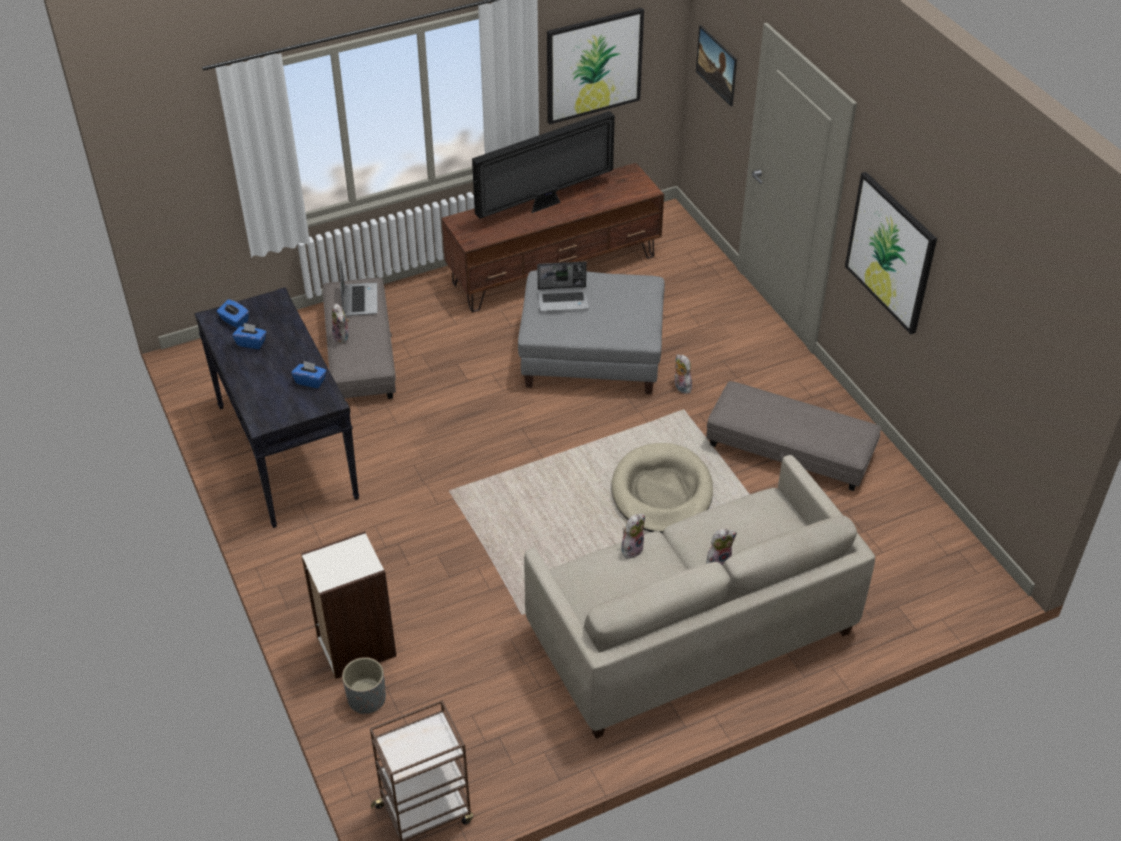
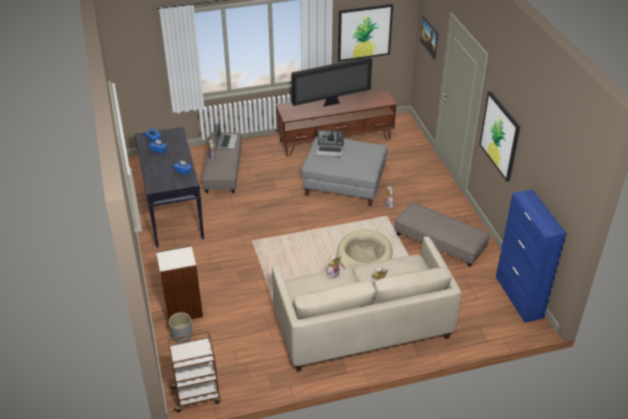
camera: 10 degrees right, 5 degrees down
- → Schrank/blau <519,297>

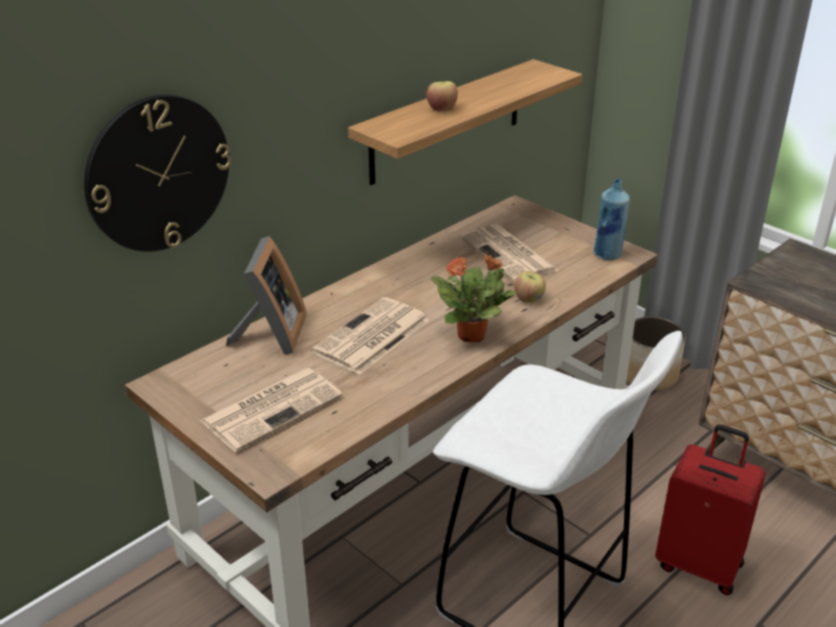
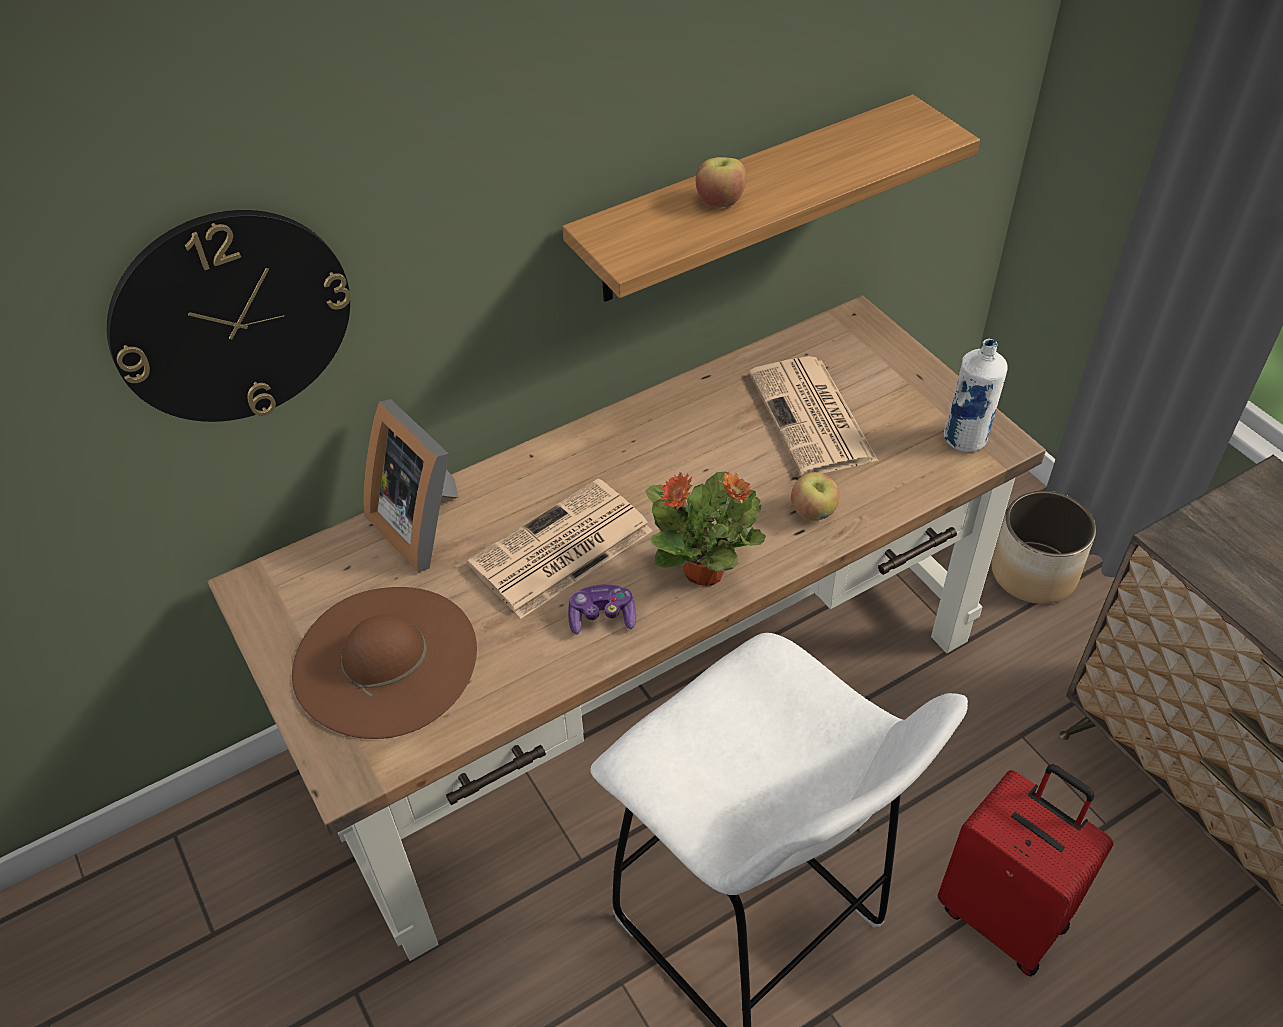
camera: 15 degrees right, 15 degrees up
Zeitung <273,408> → Hut/braun <385,660>
Bilderrahmen <271,335> → Bilderrahmen <423,523>, 120 degrees clockwise
- → Gamepad <602,617>
Flasche/blau <607,254> → Flasche/weiß <965,439>

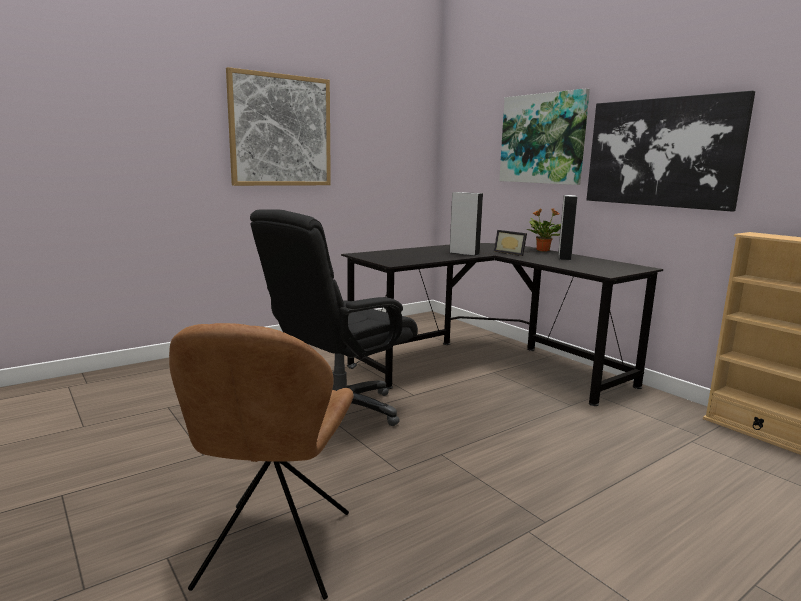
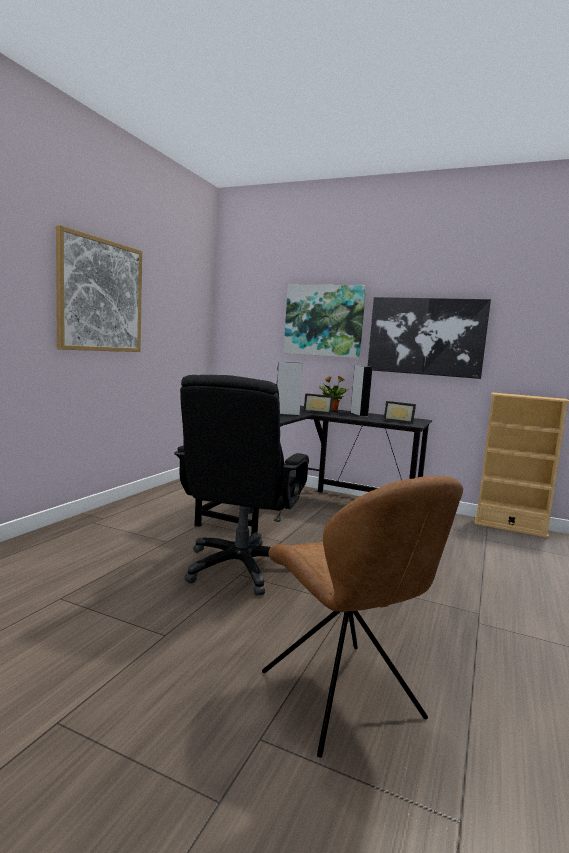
camera: 30 degrees left, 5 degrees down
- → Bilderrahmen <399,421>

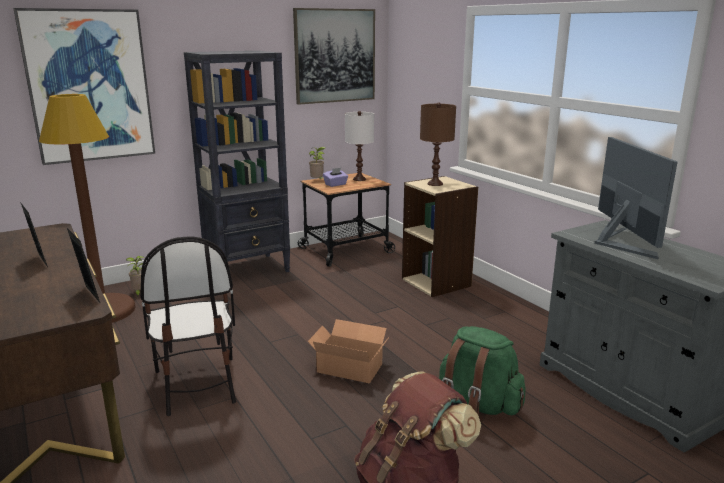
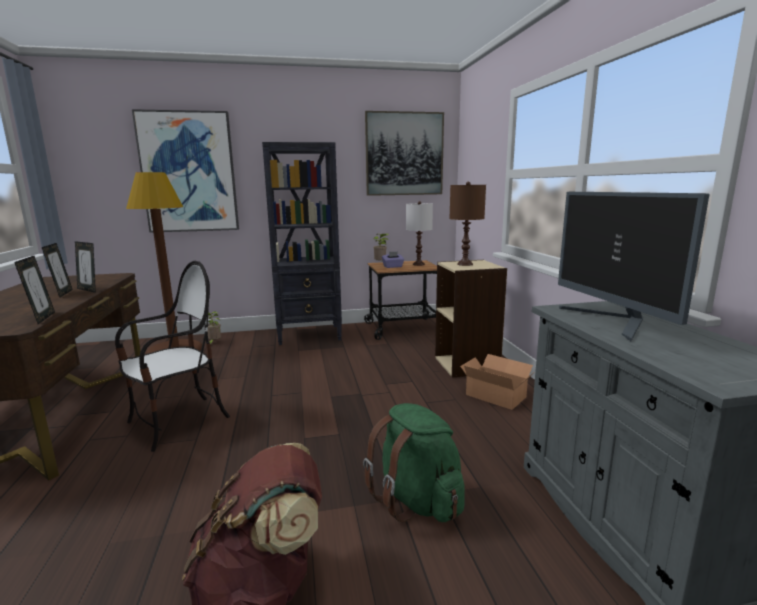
camera: 20 degrees right, 5 degrees down
- → Bilderrahmen <89,290>
Stuhl <197,385> → Stuhl <178,422>, 135 degrees counterclockwise
Karton <349,366> → Karton <495,395>, shifted
Monitor <620,243> → Monitor <613,322>, 150 degrees clockwise

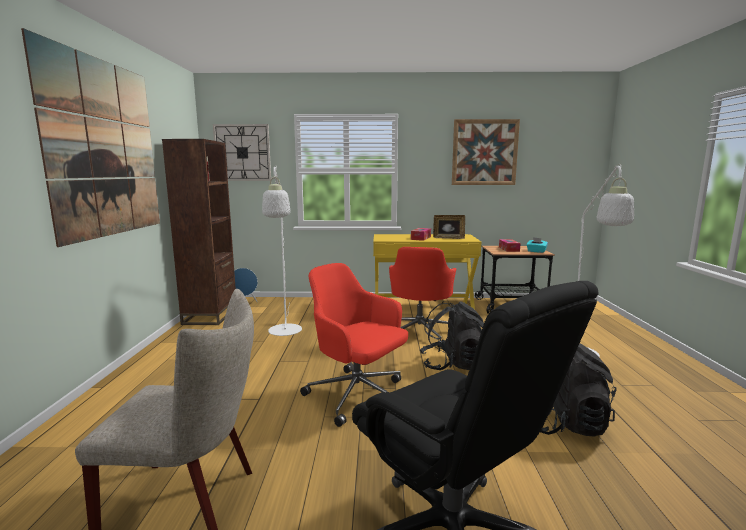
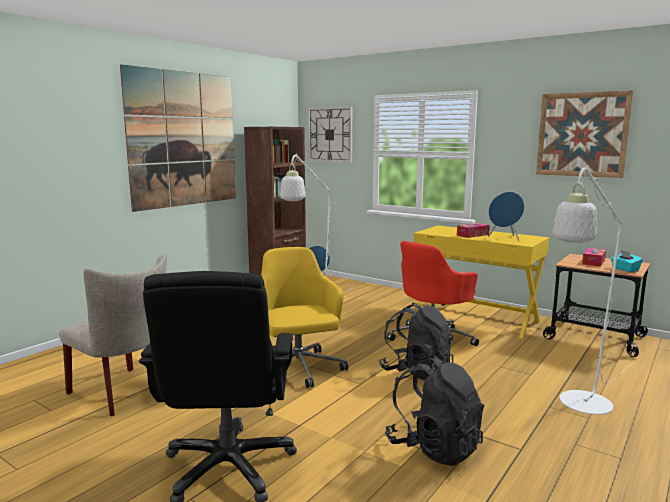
camera: 35 degrees right, 0 degrees up
Bürostuhl/rot <357,395> → Bürostuhl/gelb <298,370>
Bilderrahmen <448,238> → Lautsprecher/blau <505,238>

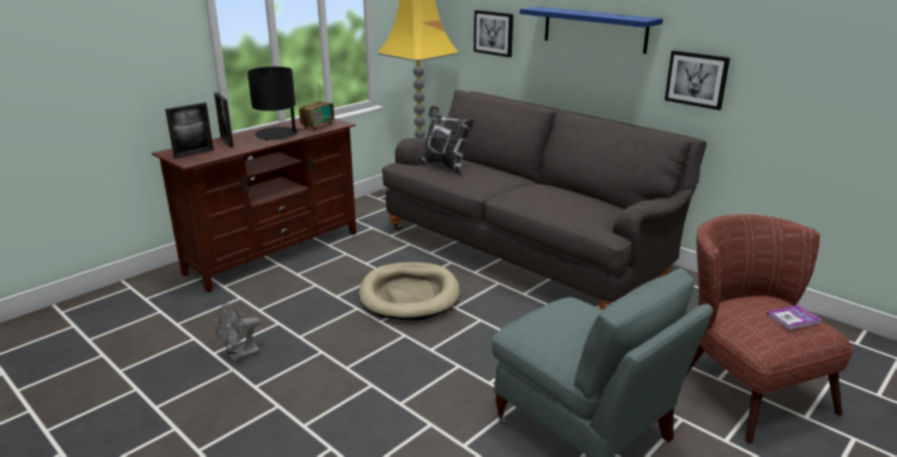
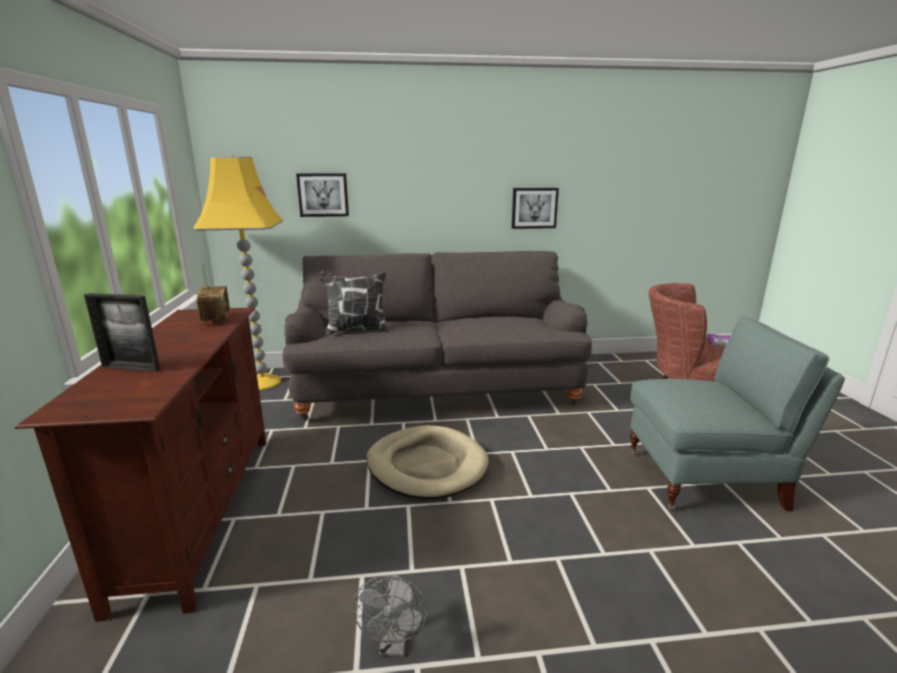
camera: 50 degrees left, 5 degrees down
Bilderrahmen <194,154> → -
Tischlampe/schwarz <277,134> → -
Wandregal/blau <594,29> → -

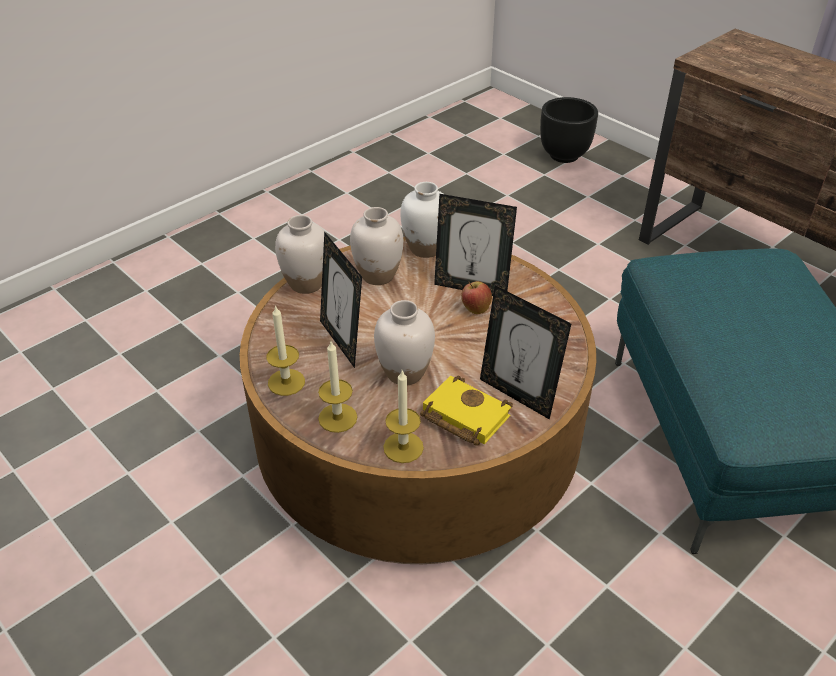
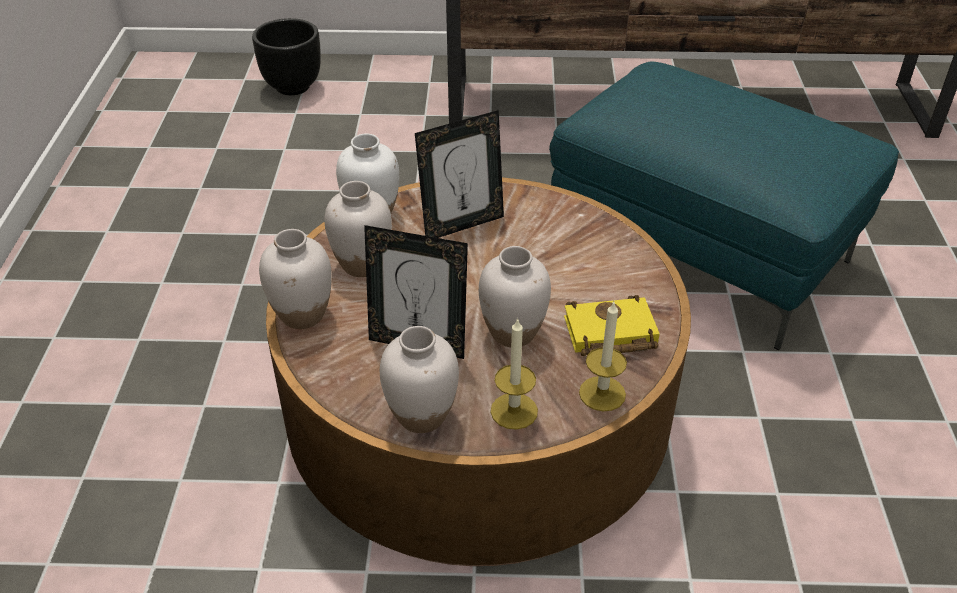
camera: 45 degrees left, 0 degrees up
Kerze <286,382> → Vase/weiß <421,415>
Apfel <475,309> → -
Bilderrahmen <518,395> → -

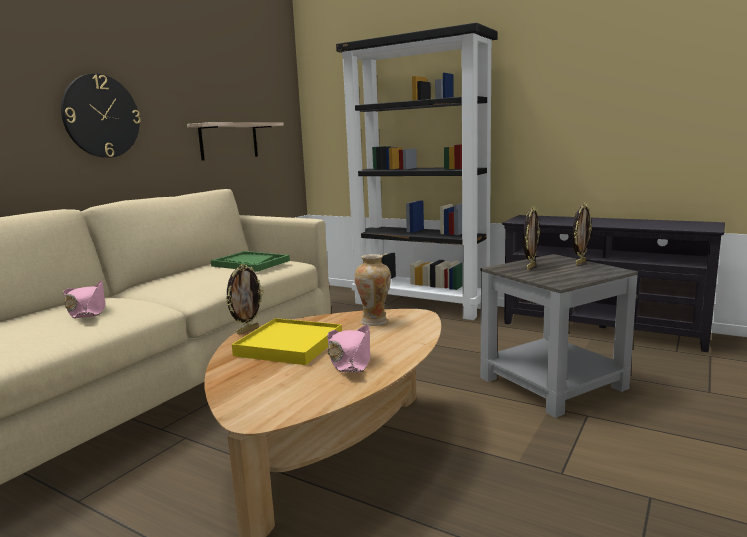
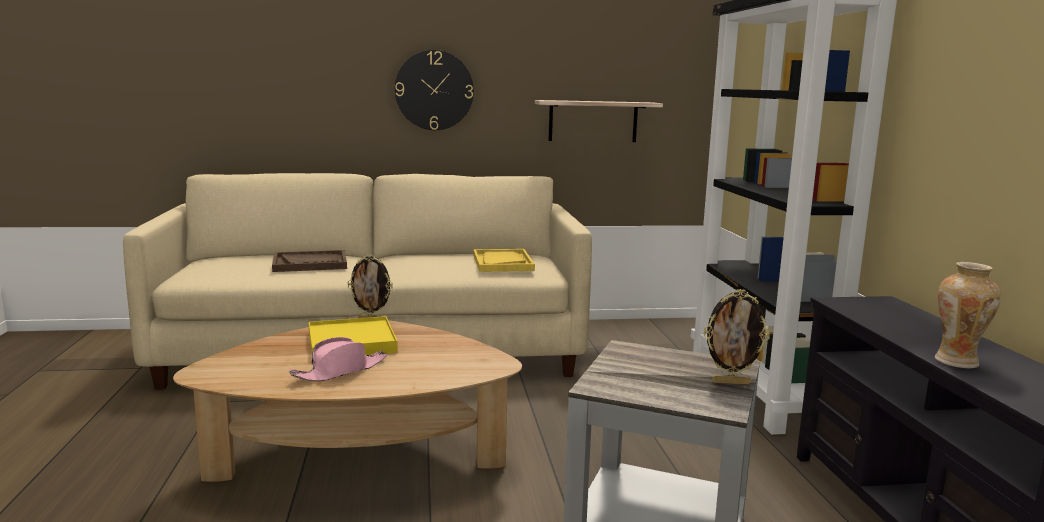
camera: 50 degrees right, 0 degrees up
Hut/rosa <87,311> → Tablett/braun <310,263>
Tablett/grün <250,263> → Tablett/gelb <502,263>
Vase <374,321> → Vase <957,362>, shifted
Bilderrahmen <530,267> → -

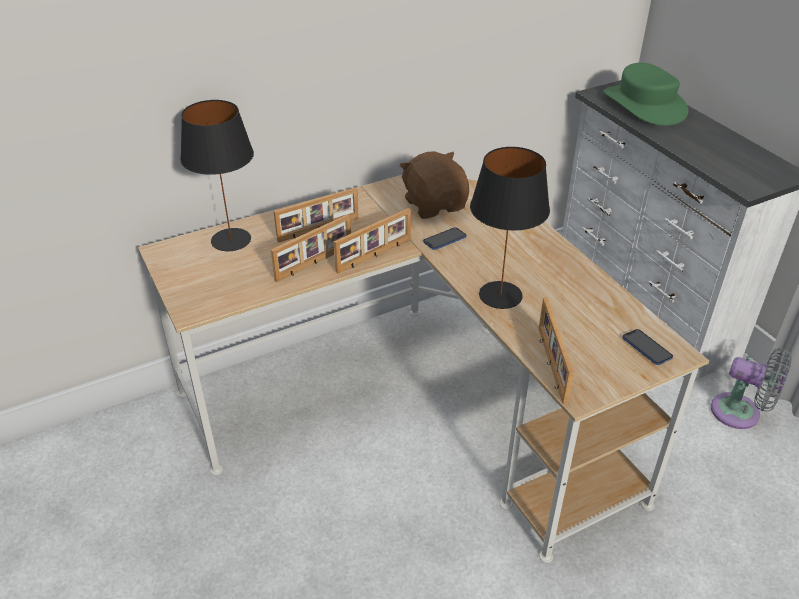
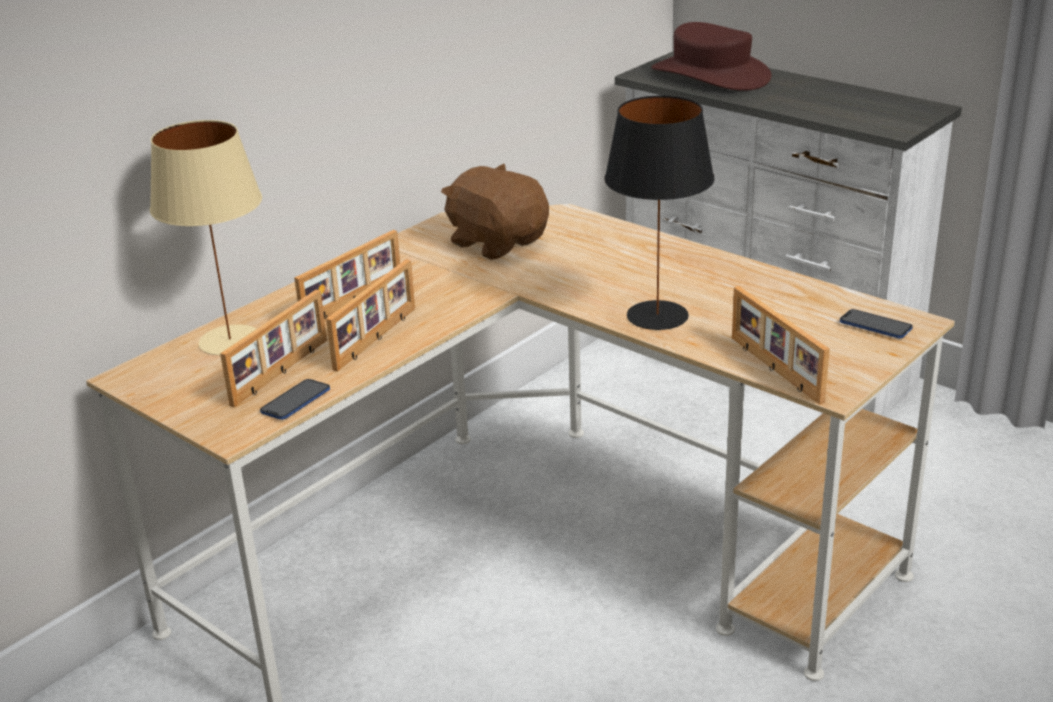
camera: 20 degrees left, 10 degrees down
Tischlampe/schwarz <231,239> → Tischlampe/beige <230,340>
Bilderrahmen <375,256> → Bilderrahmen <282,372>, shifted
Handy <444,239> → Handy <295,401>, shifted
Hut/grün <644,105> → Hut/braun <711,74>
Ventilator/grau <740,413> → -

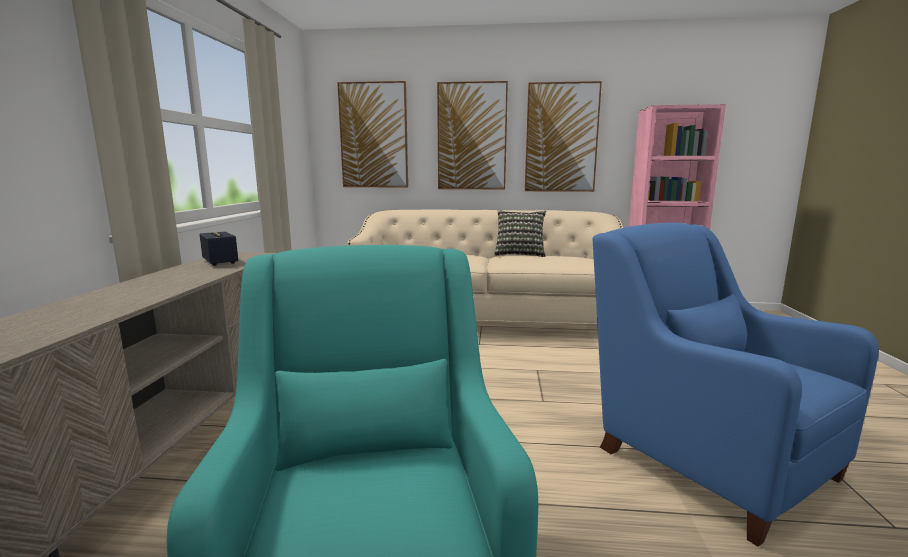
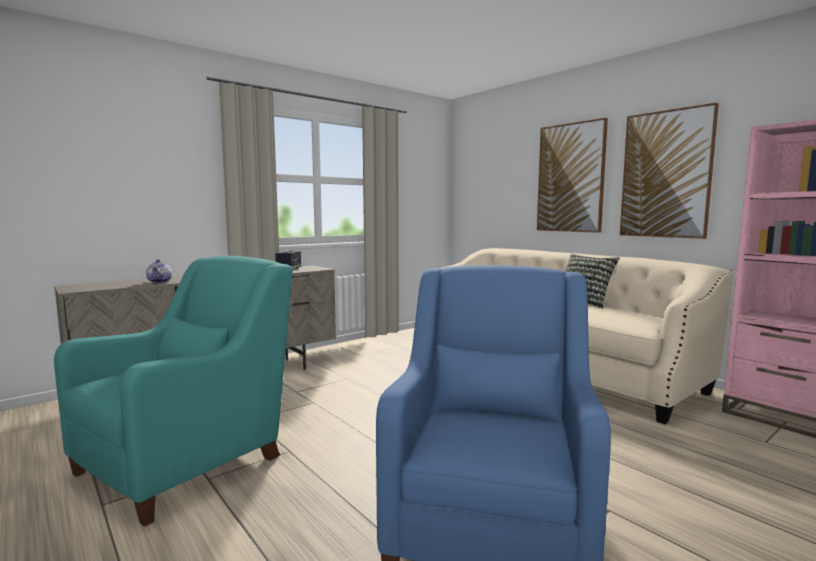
camera: 45 degrees right, 5 degrees down
- → Teekanne <160,281>
Bild <374,136> → -

